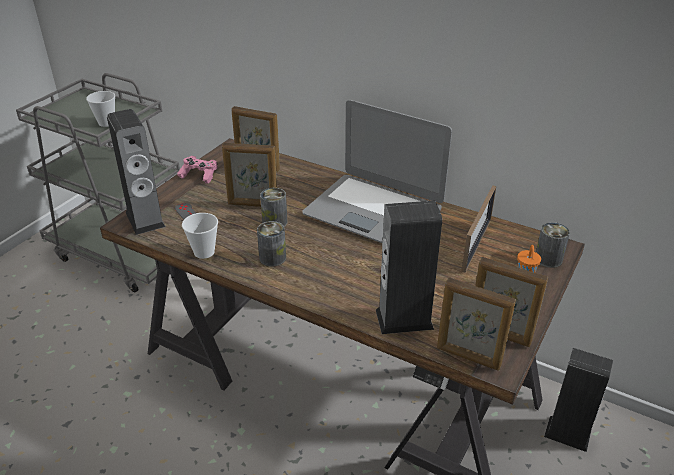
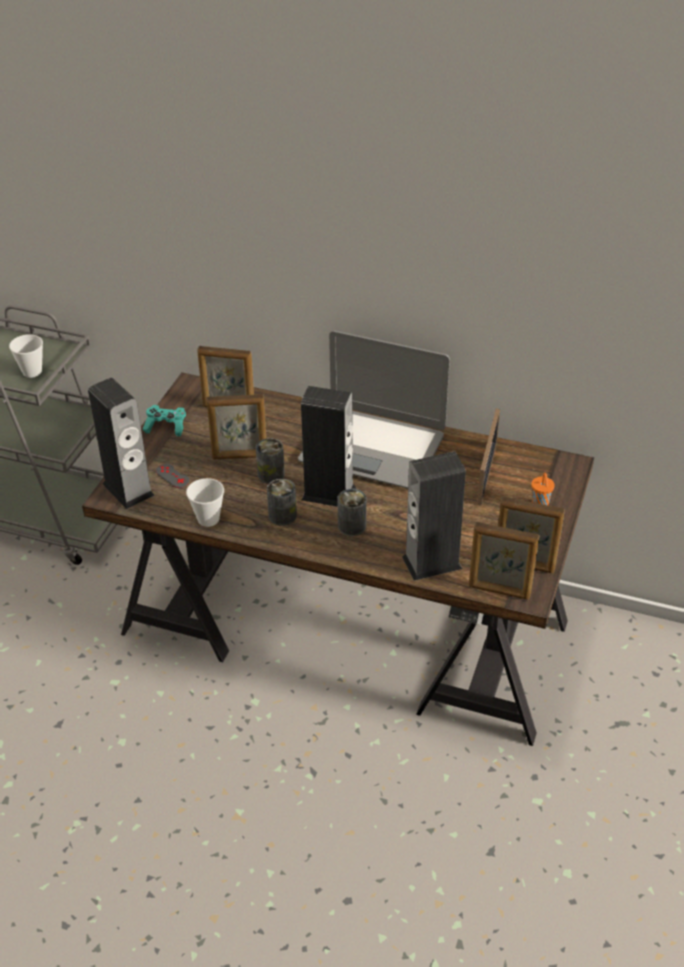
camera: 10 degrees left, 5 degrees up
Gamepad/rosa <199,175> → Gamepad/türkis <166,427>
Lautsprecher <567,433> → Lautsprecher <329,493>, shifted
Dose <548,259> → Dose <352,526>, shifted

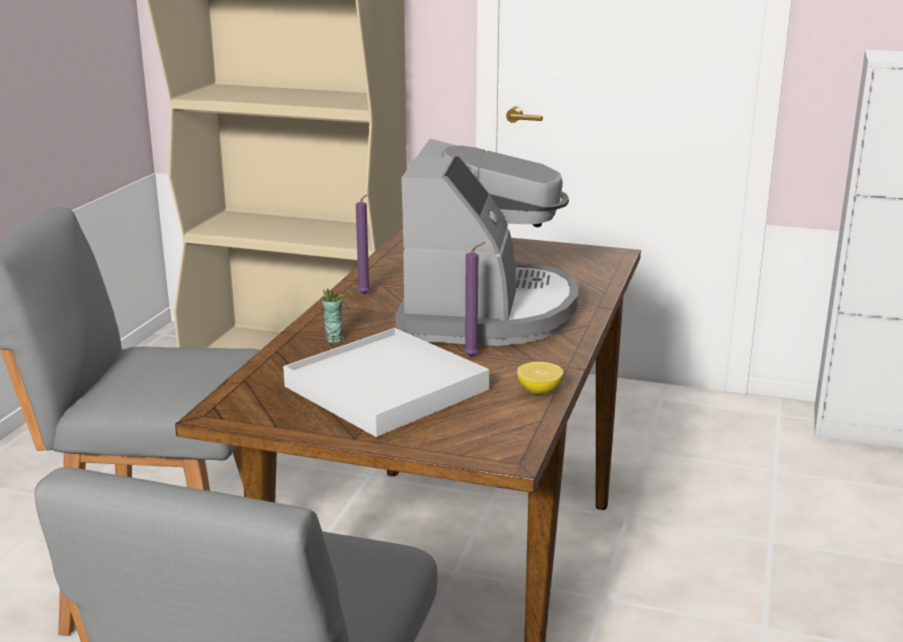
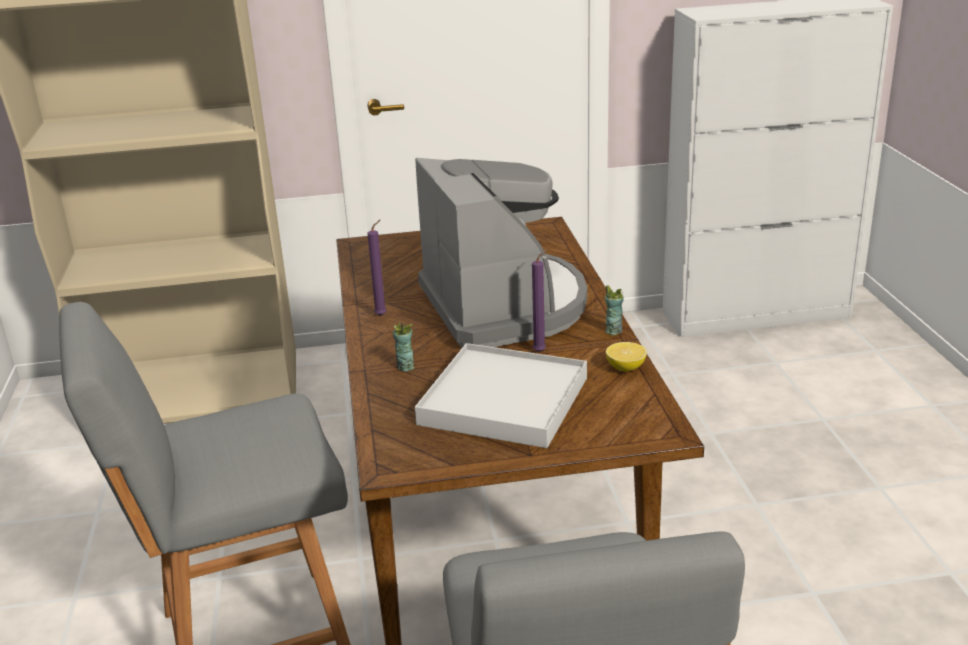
camera: 25 degrees left, 5 degrees up
- → Tasse <613,331>

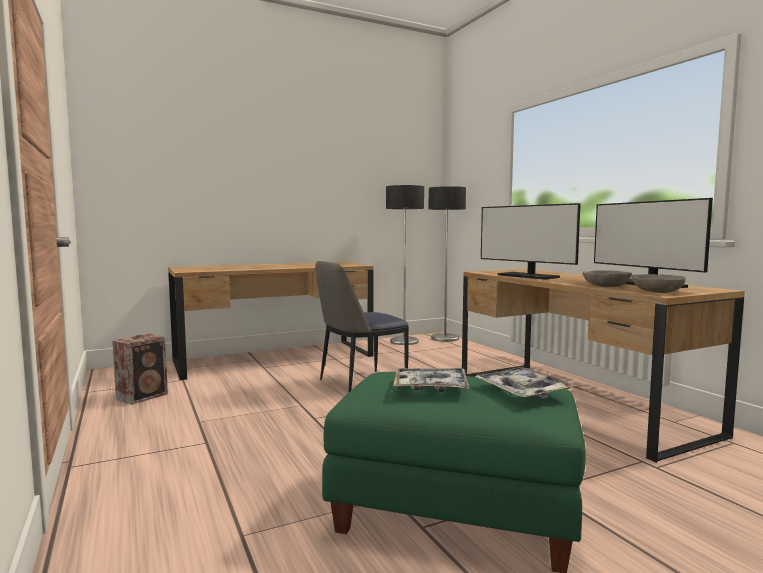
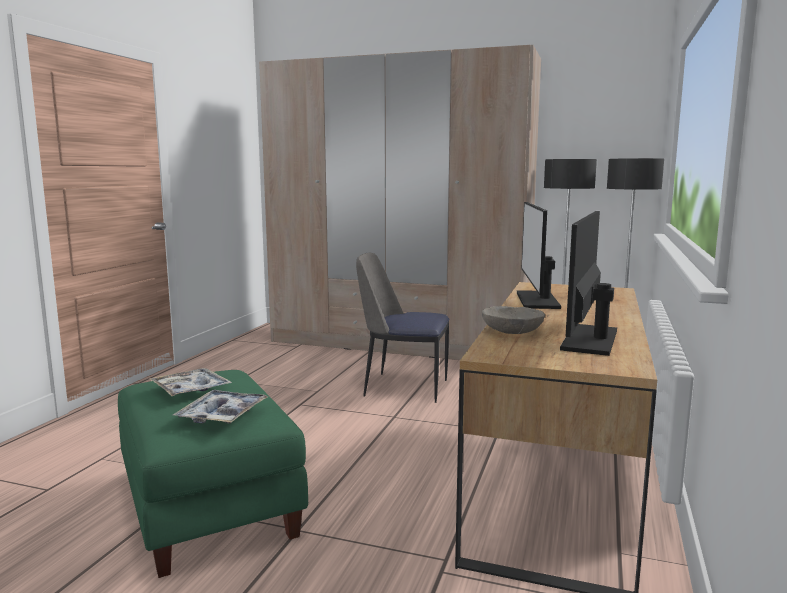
camera: 45 degrees right, 5 degrees up
Schreibtisch/braun <274,358> → Kleiderschrank/beige <397,344>
Lautsprecher <144,396> → -
Schüssel/grau <657,292> → -

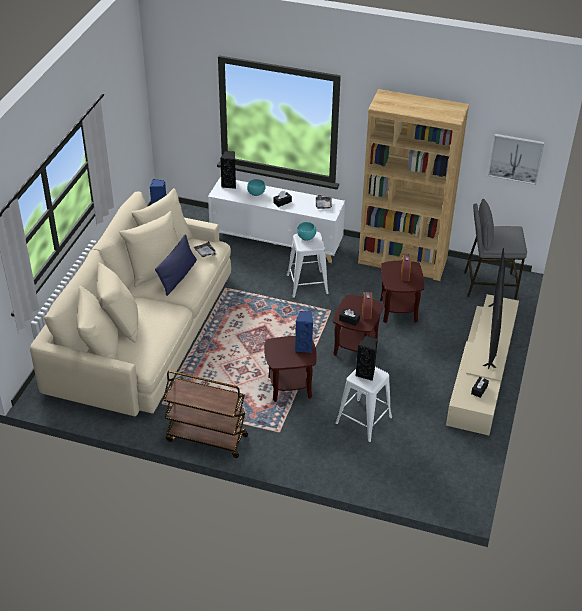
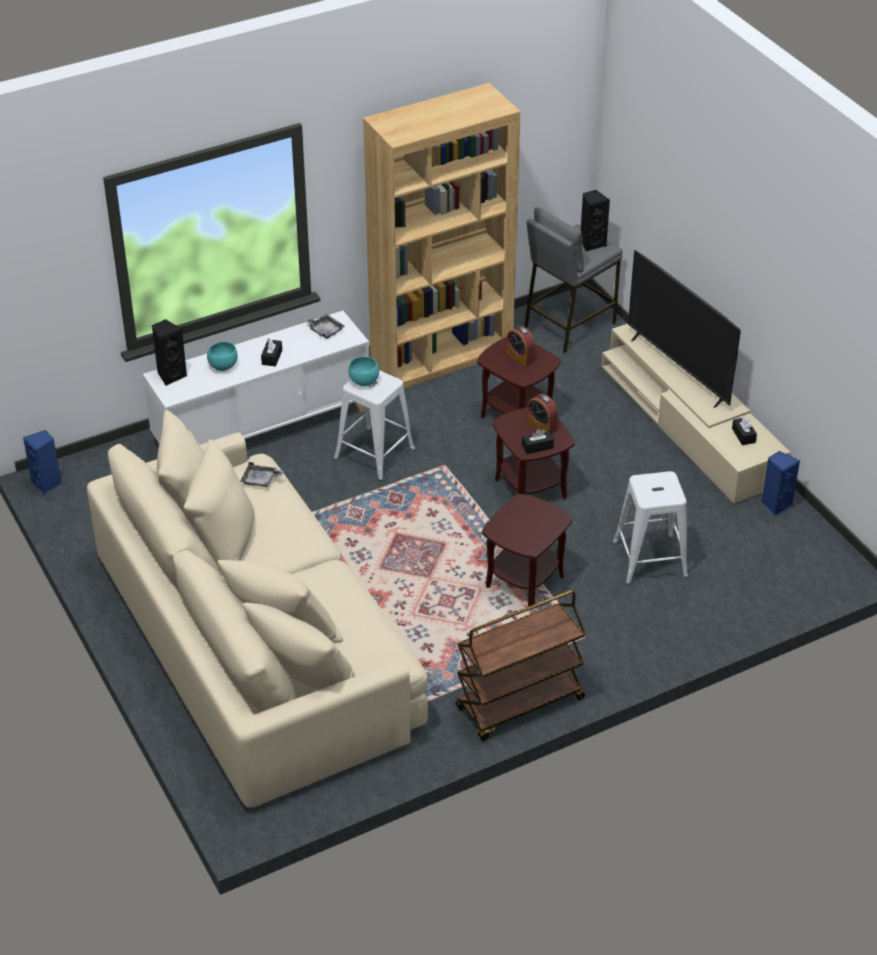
camera: 45 degrees left, 0 degrees up
Lautsprecher/schwarz <366,373> → Lautsprecher/schwarz <591,243>, shifted
Lautsprecher/blau <304,347> → Lautsprecher/blau <775,505>, shifted
Kissen/blau <178,276> → -
Bild <515,158> → -

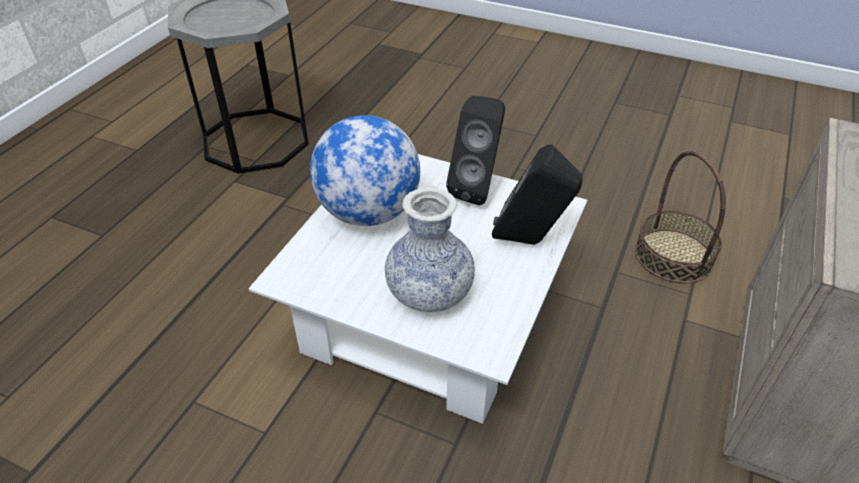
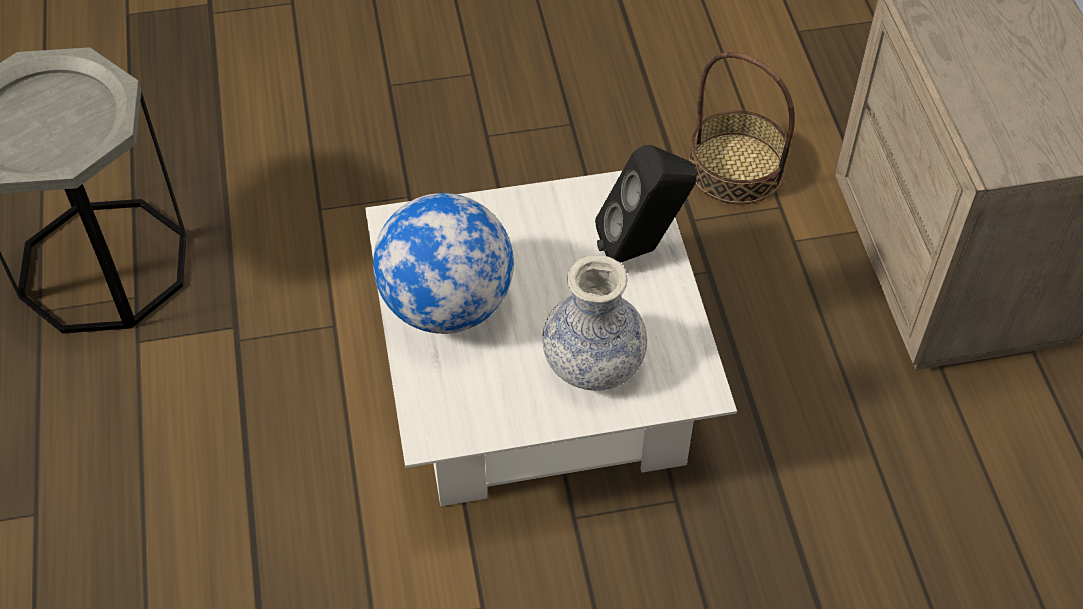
camera: 35 degrees left, 10 degrees up
Lautsprecher/schwarz <478,188> → -

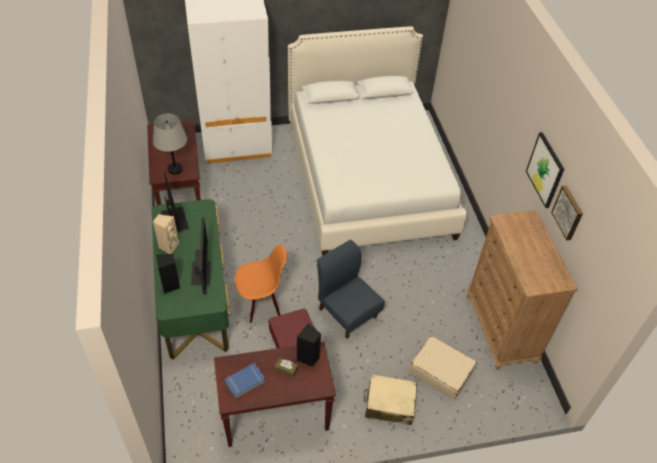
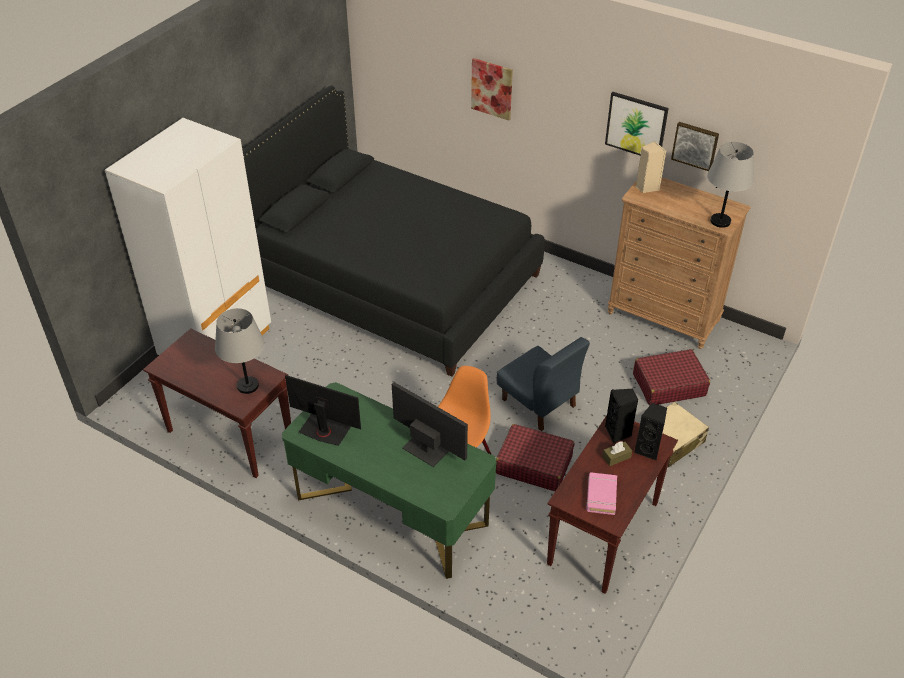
camera: 45 degrees left, 5 degrees down
Bett/weiß <368,179> → Bett/schwarz <394,280>
- → Bild <492,88>
Stuhl/blau <347,312> → Stuhl/blau <539,403>, 135 degrees counterclockwise
Buch/blau <245,382> → Buch/rosa <601,496>
Koffer/beige <440,371> → Koffer/rot <668,385>
Lautsprecher/schwarz <171,285> → Lautsprecher/schwarz <648,449>, shifted
Lautsprecher/beige <168,246> → Lautsprecher/beige <646,187>, shifted
- → Tischlampe/grau <720,221>

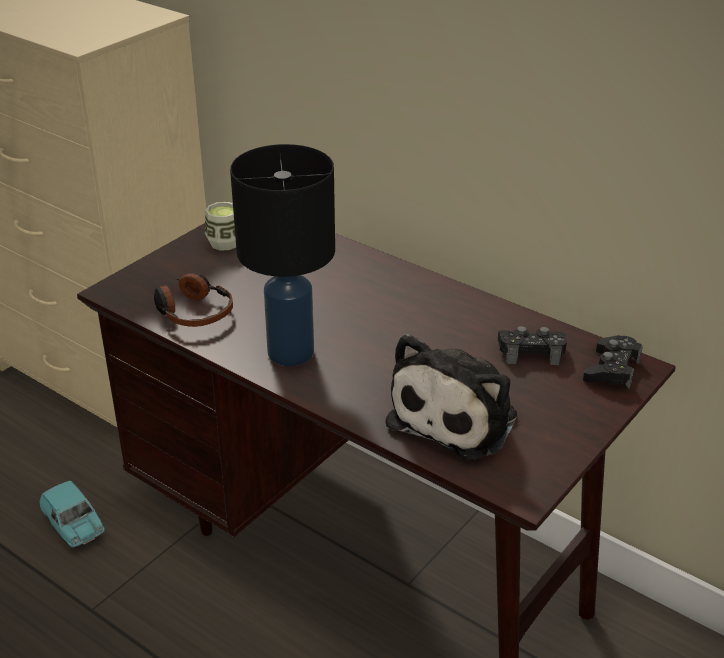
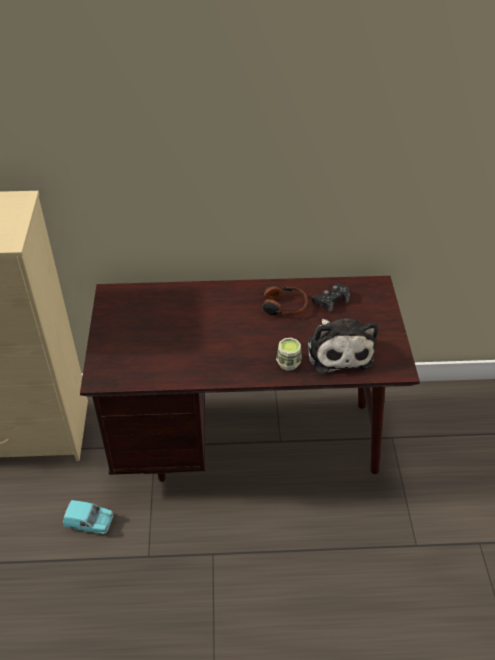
camera: 40 degrees left, 10 degrees up
Kopfhörer <193,312> → Kopfhörer <282,306>, shifted
Tasse <225,243> → Tasse <288,363>, shifted
Tischlampe/schwarz <289,352> → -
Gamepad/schwarz <612,369> → -

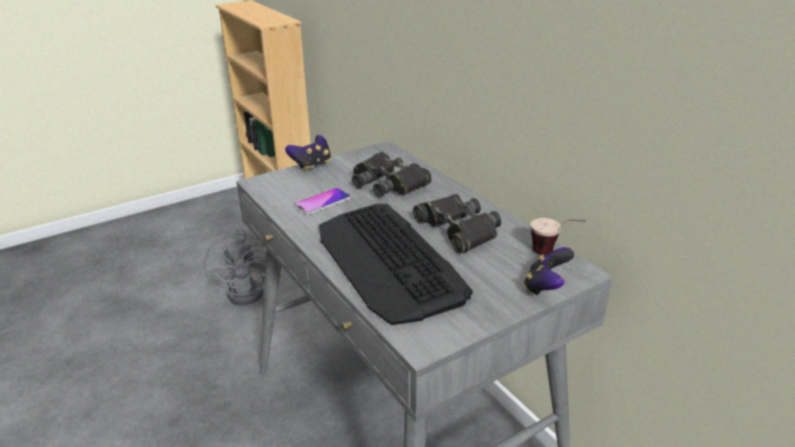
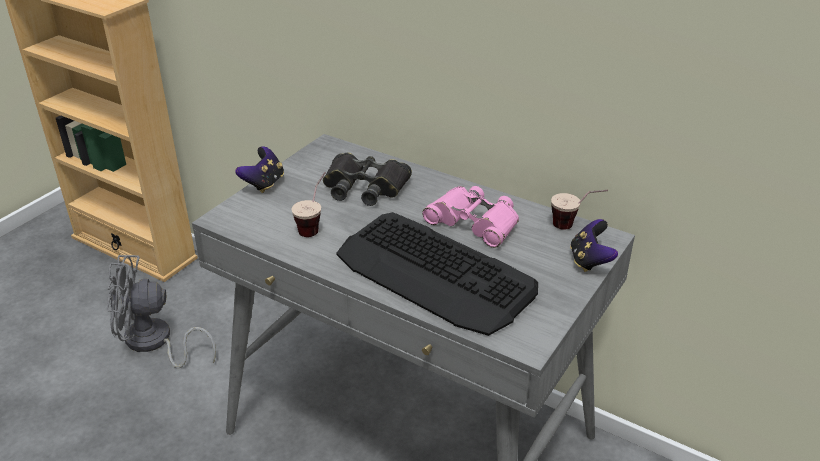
camera: 25 degrees left, 5 degrees up
Ventilator/grau <253,290> → Ventilator/grau <154,343>, 120 degrees clockwise
Handy <322,202> → Tasse <314,225>
Fernglas/schwarz <458,229> → Fernglas/rosa <473,222>

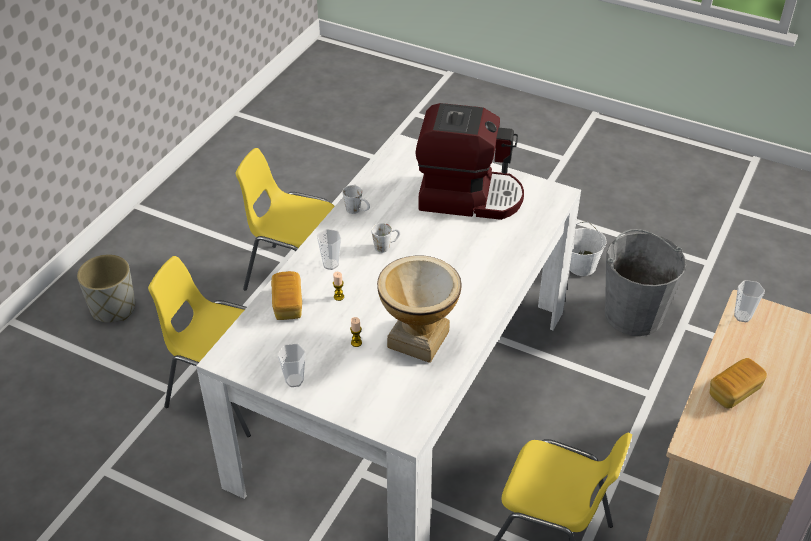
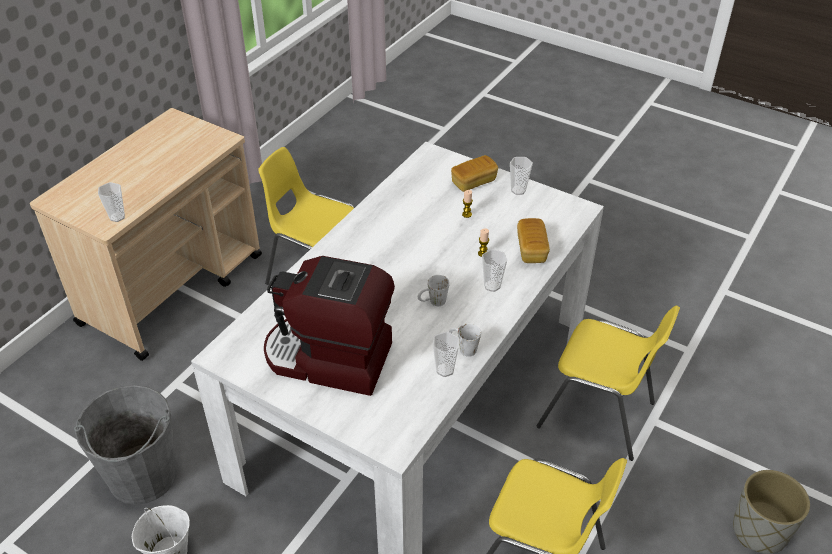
camera: 175 degrees left, 0 degrees up
- → Tasse <445,370>
Brot <734,392> → Brot <473,182>, shifted
Vase <418,339> → -

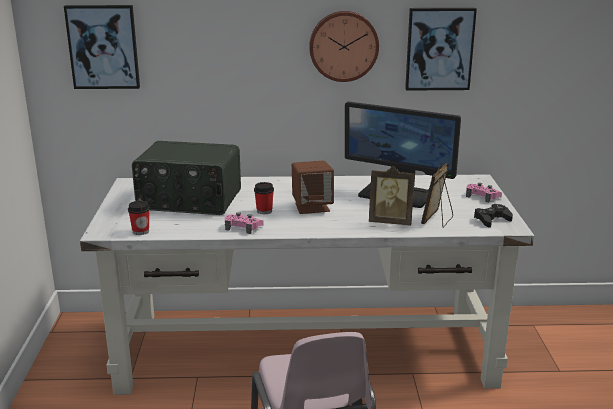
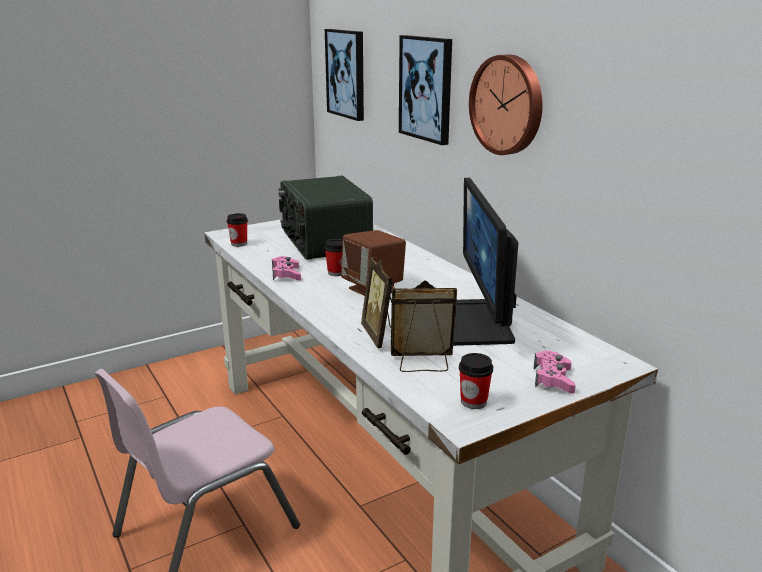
camera: 60 degrees right, 0 degrees up
Bild <439,49> → Bild <426,88>, shifted
Gamepad/schwarz <492,220> → Tasse <473,402>

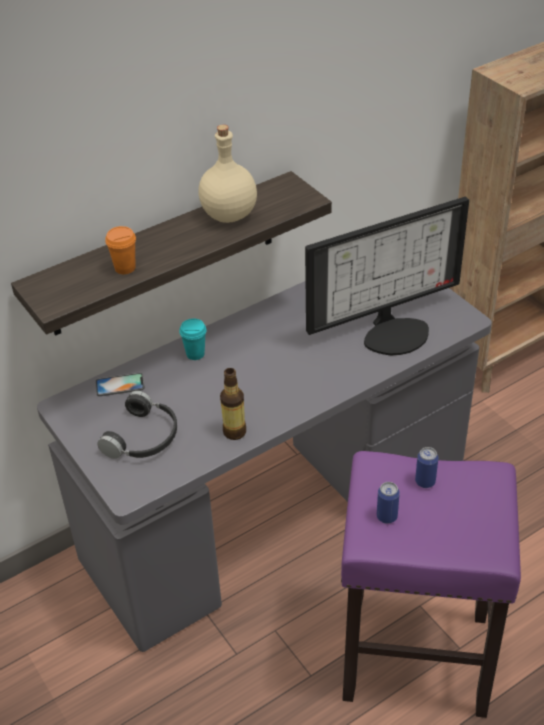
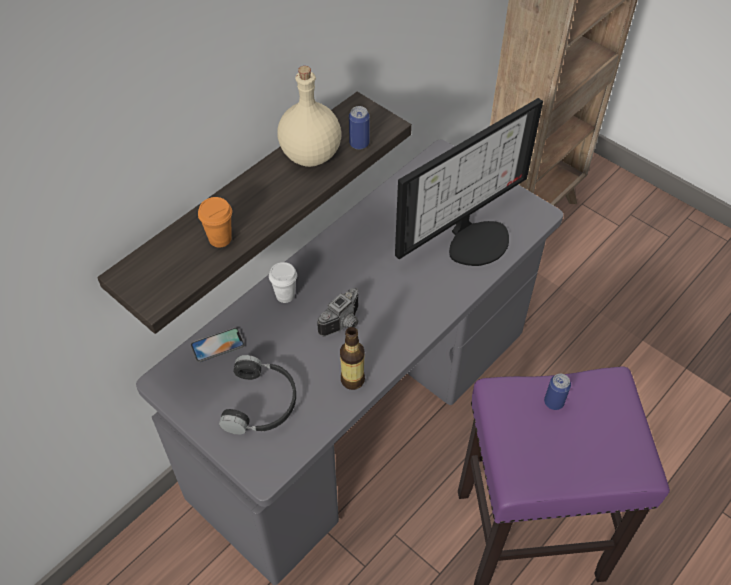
camera: 15 degrees left, 10 degrees up
Tasse/türkis <195,354> → Tasse/weiß <285,295>
- → Kamera <344,323>
Dose <387,516> → Dose <359,143>, shifted

